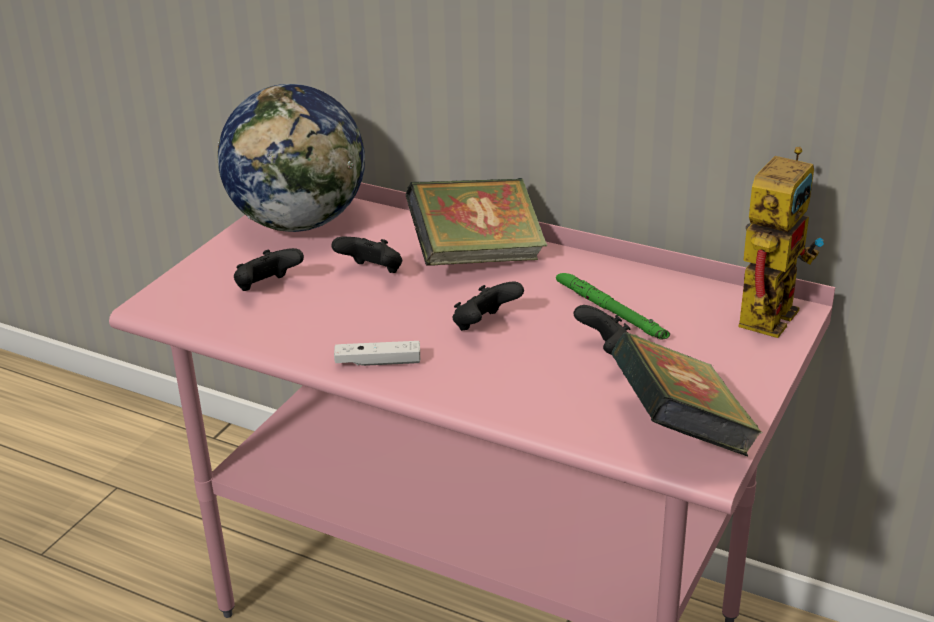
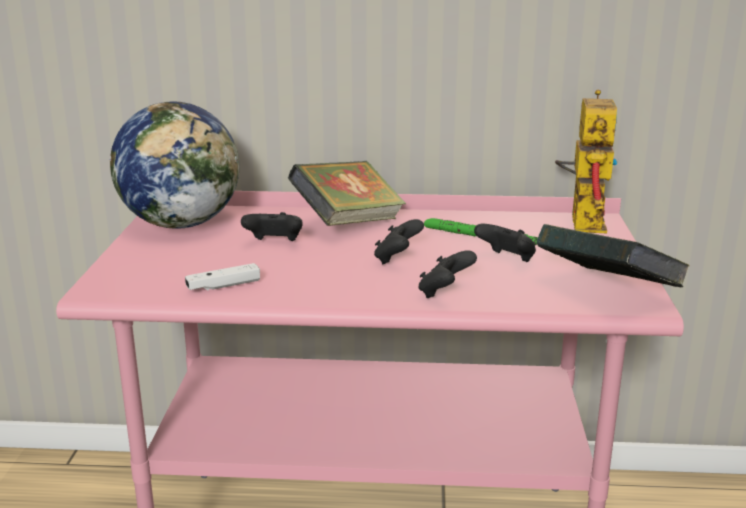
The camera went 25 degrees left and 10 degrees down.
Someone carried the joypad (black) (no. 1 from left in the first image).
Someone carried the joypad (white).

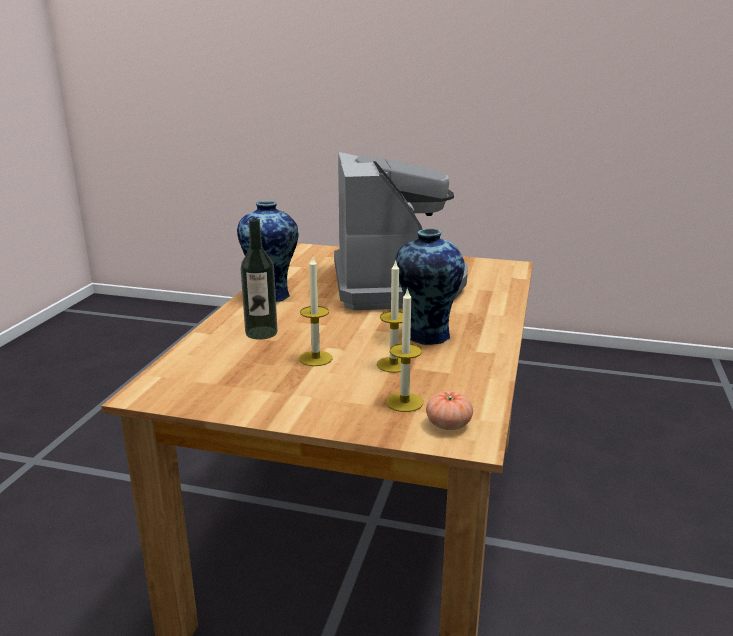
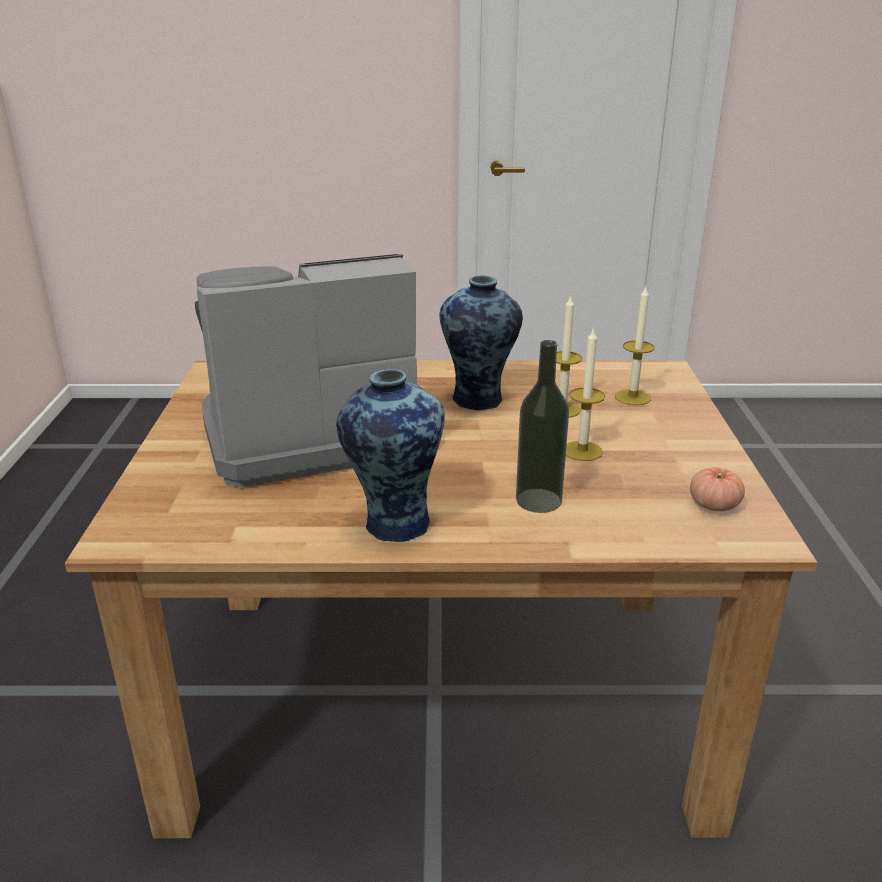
The camera went 105 degrees left and 5 degrees up.
Someone carried the whole tomato.

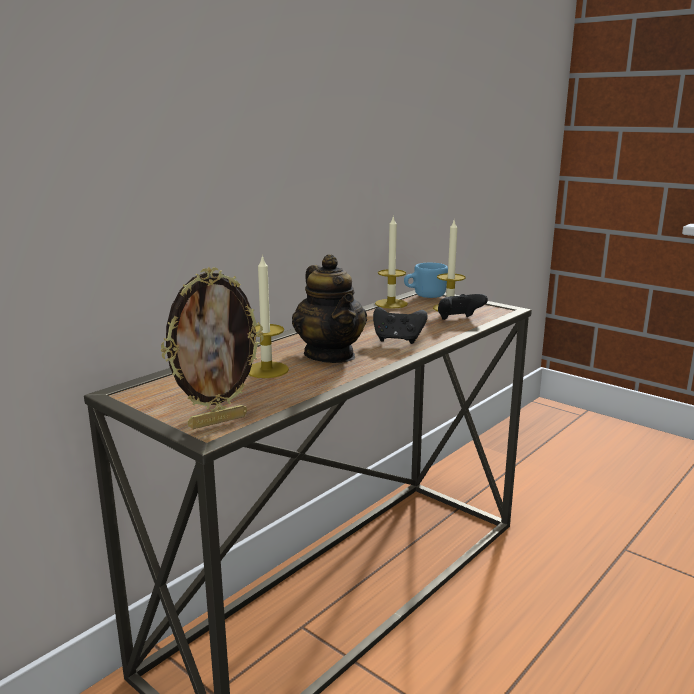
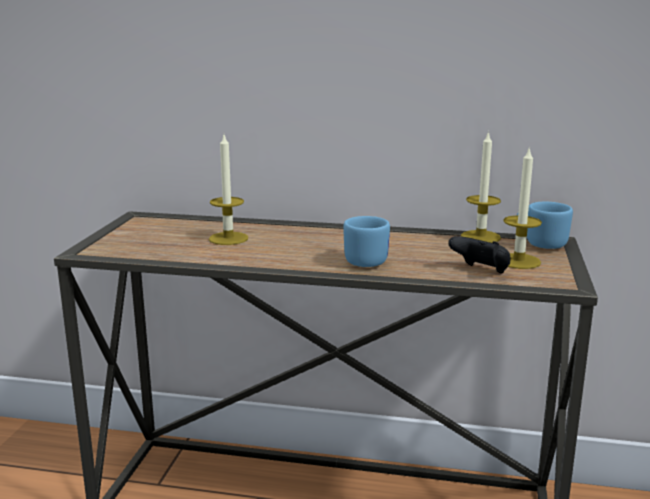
The camera went 60 degrees right and 0 degrees up.
Someone took away the photo frame.
Someone took away the tea pot.
Someone swapped the joypad (black) (no. 1 from left) for the mug (bluish) (no. 1 from left).

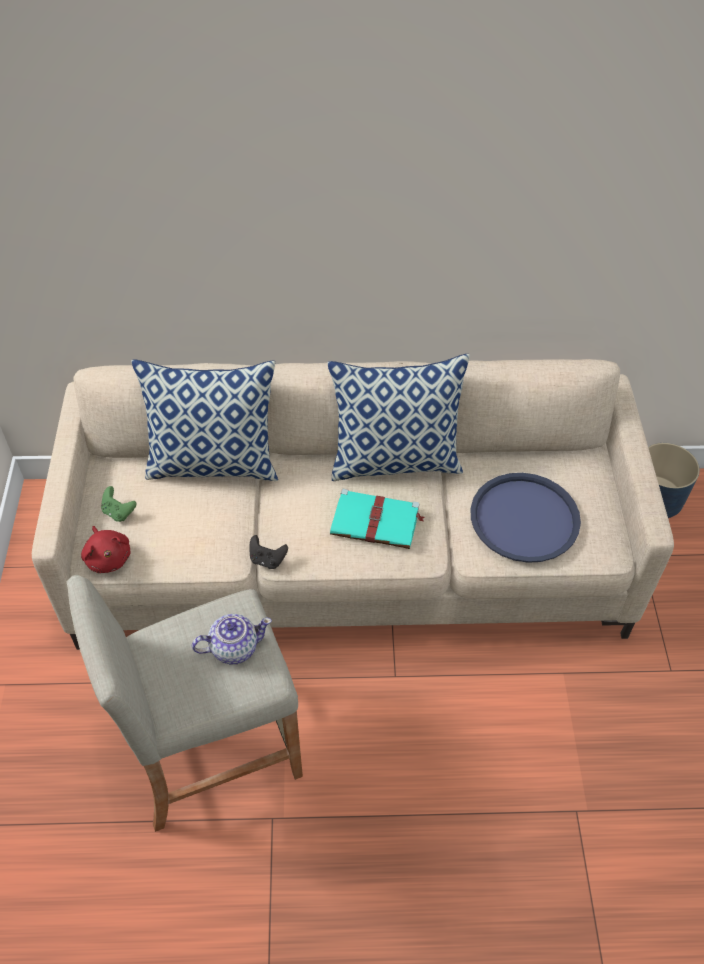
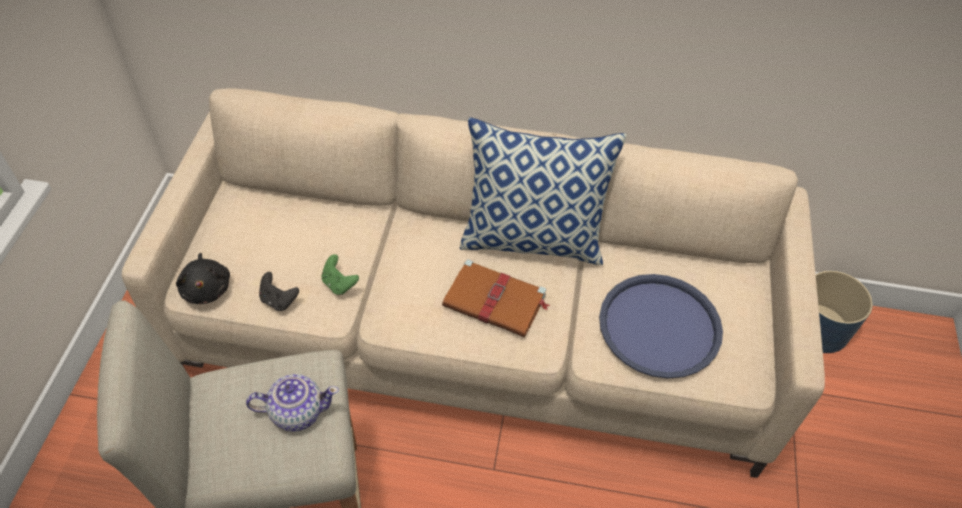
The camera went 10 degrees right and 0 degrees up.
Someone took away the cushion (no. 1 from left).
Someone carried the joypad (greenish).
Someone carried the joypad (black).
Someone repainted the plush toy (reddish), which became the plush toy (black).
Someone repainted the book (blue-green), which became the book (brown).

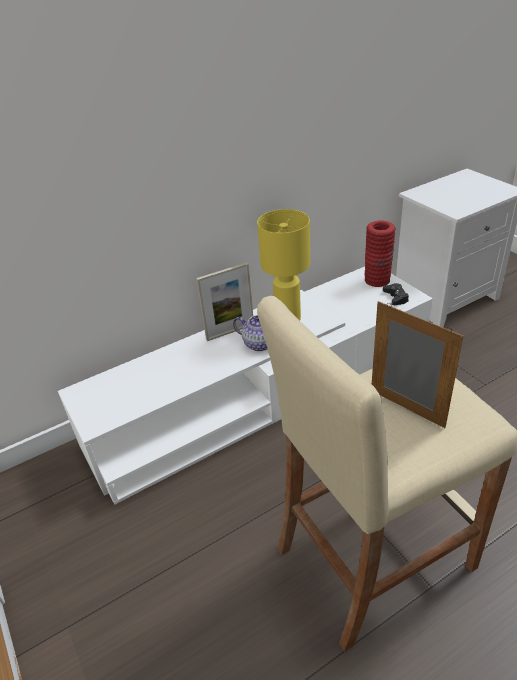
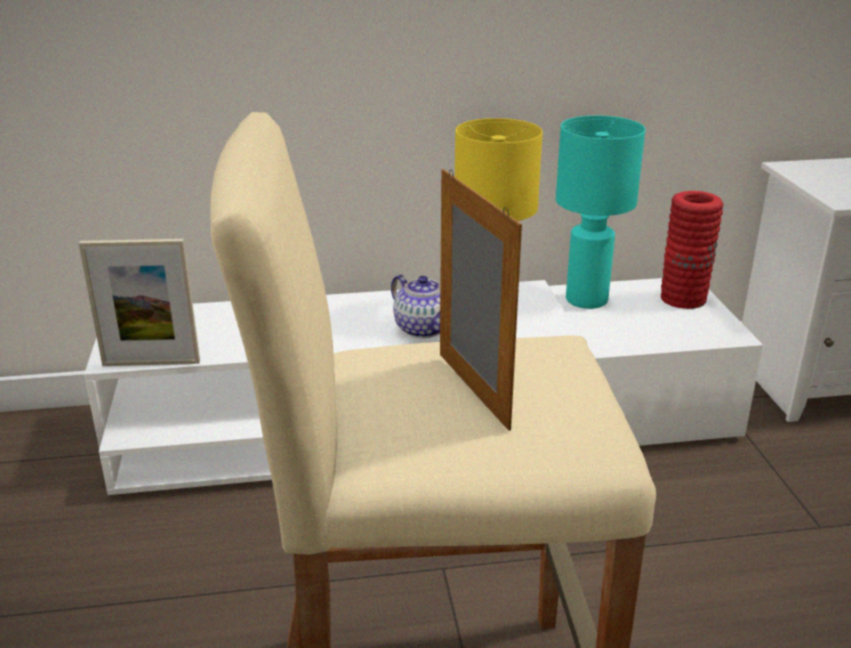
The camera went 20 degrees right and 10 degrees down.
Someone took away the joypad (black).
Someone put down the tabletop lamp (blue-green).
Someone carried the photo frame (no. 1 from left).

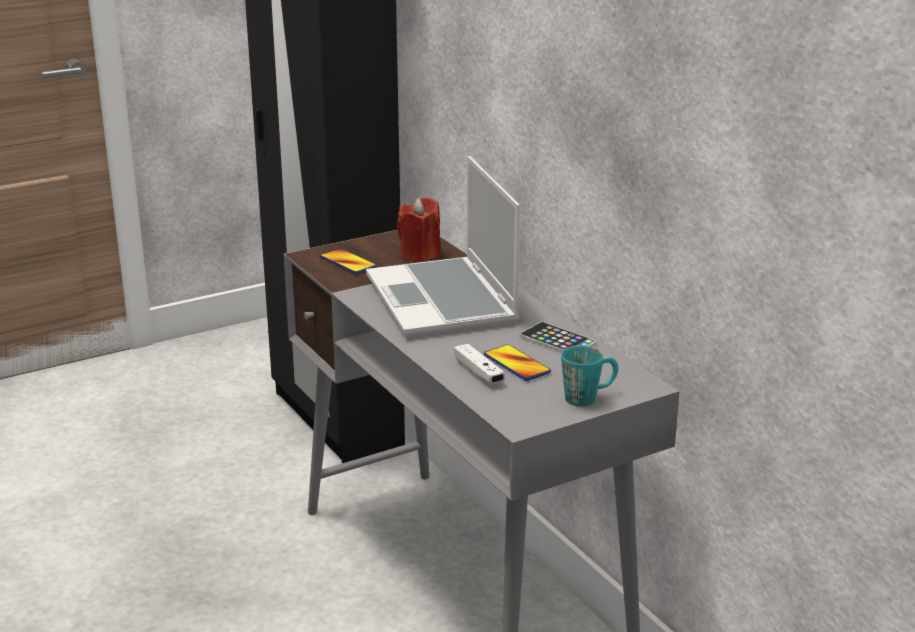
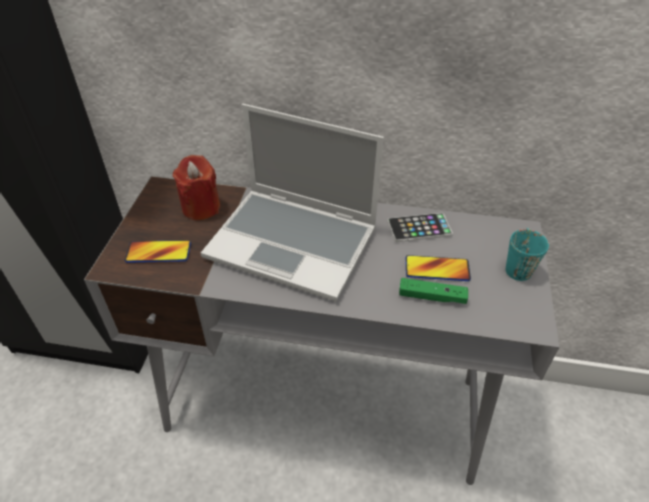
The camera went 50 degrees left and 20 degrees up.
Someone repainted the joypad (white), which became the joypad (greenish).

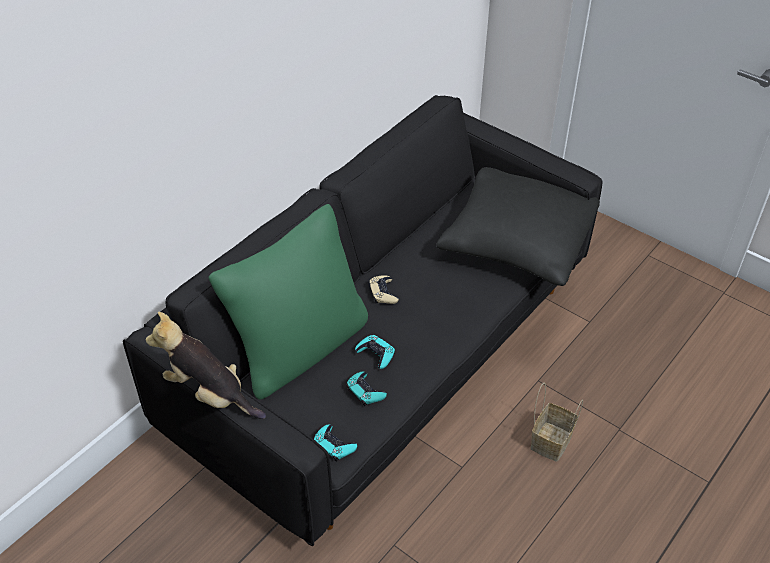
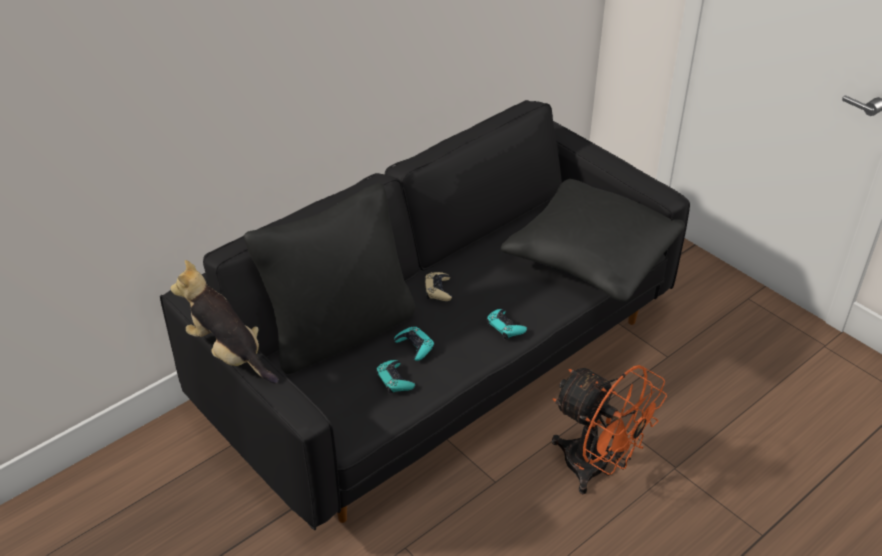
The camera went 10 degrees right and 5 degrees down.
Someone carried the joypad (blue-green) (no. 1 from left in the first image).
Someone swapped the basket for the cooling fan (orange).
Someone repainted the cushion (greenish), which became the cushion (black) (no. 1 from left).

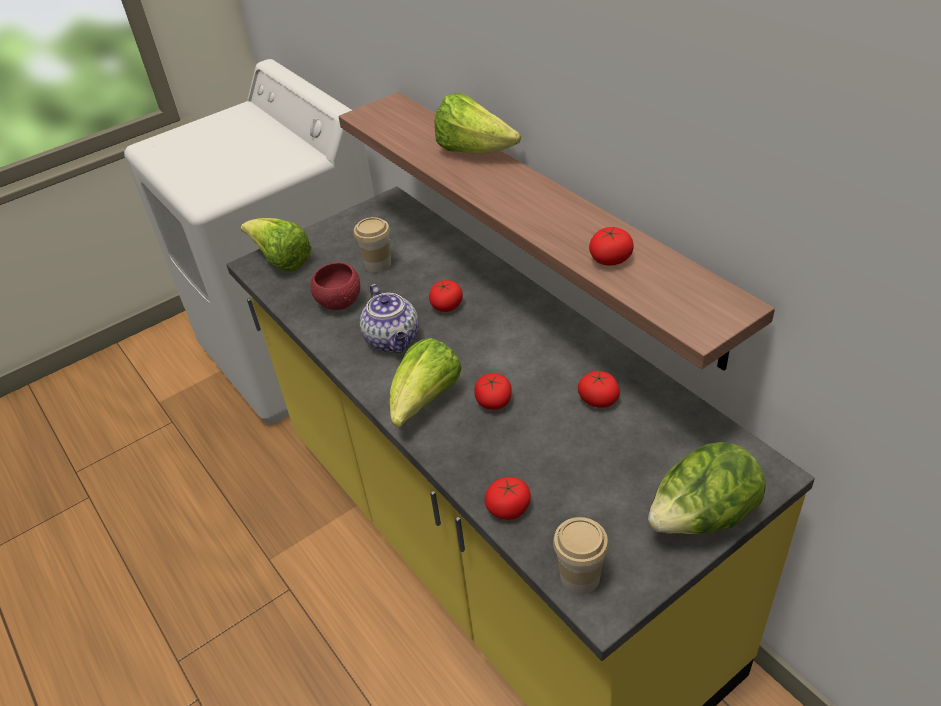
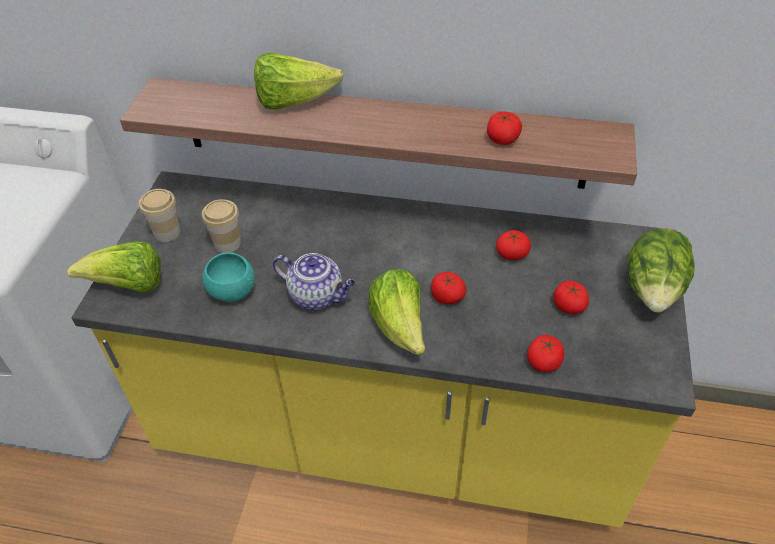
The camera went 45 degrees left and 5 degrees up.
Someone carried the whole tomato (no. 1 from left in the first image).
Someone carried the cup (no. 2 from left in the first image).
Someone repainted the serving bowl (reddish), which became the serving bowl (blue-green).

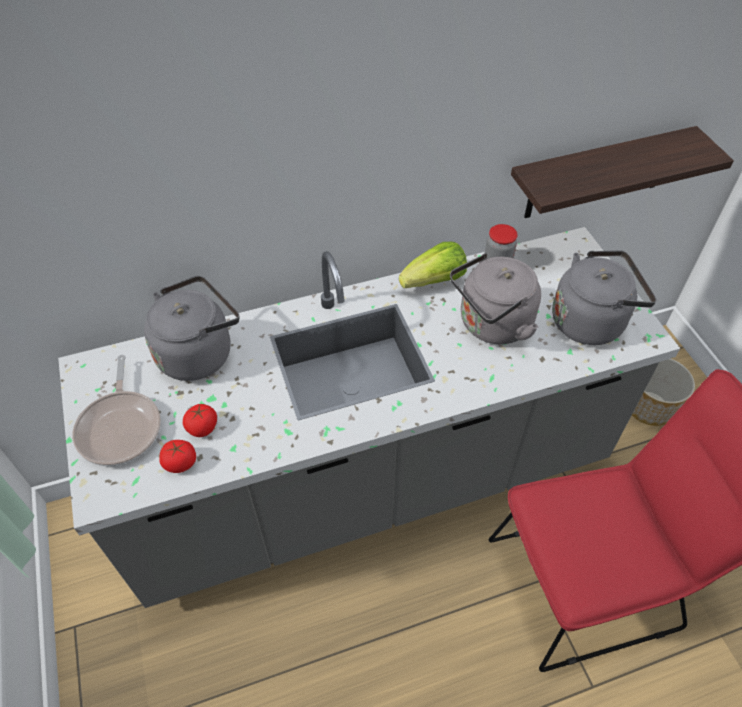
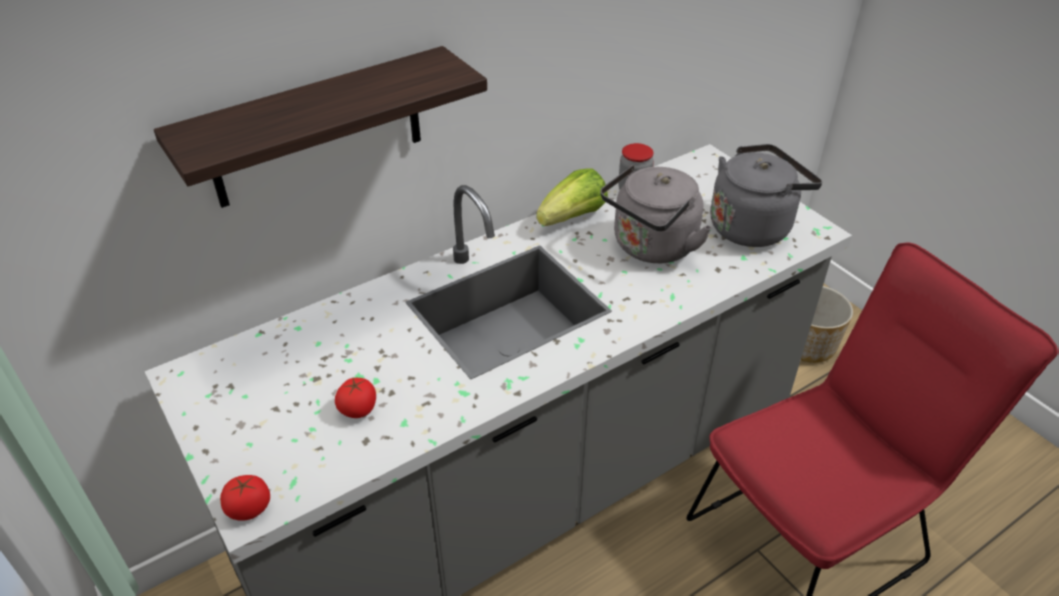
The camera went 15 degrees left and 10 degrees down.
Someone took away the skillet.
Someone took away the kettle (grey) (no. 1 from left).
Someone carried the whole tomato (no. 1 from left).
Someone carried the wall shelf.

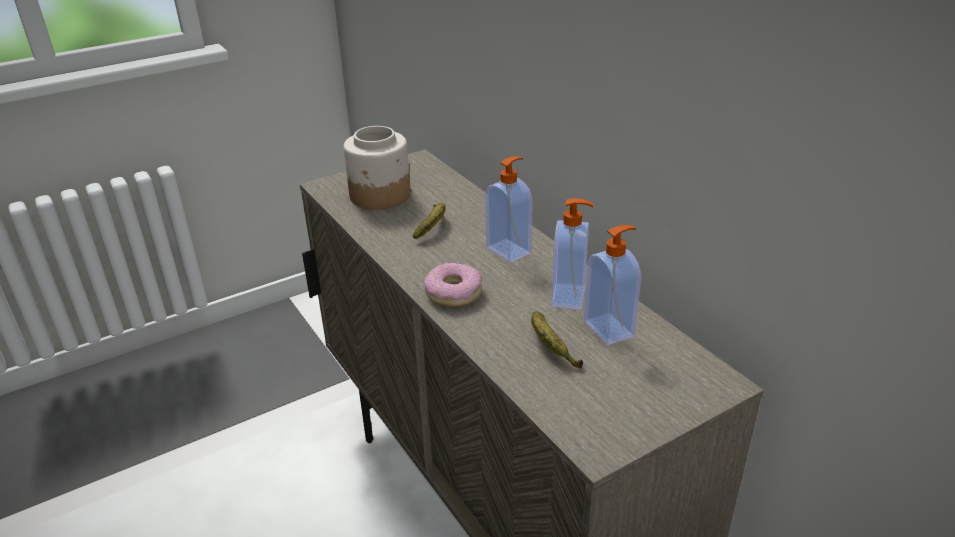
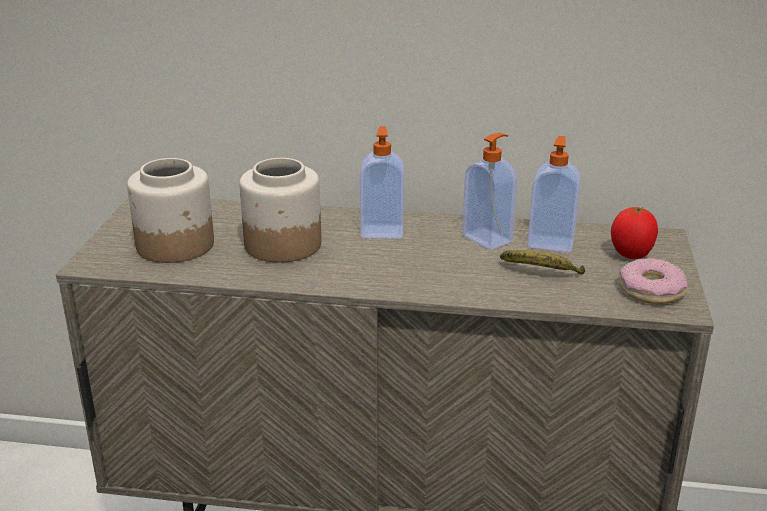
The camera went 50 degrees left and 5 degrees down.
Someone put down the whole tomato.
Someone carried the doughnut.
Someone swapped the banana fruit (no. 1 from left) for the jar (no. 2 from left).

